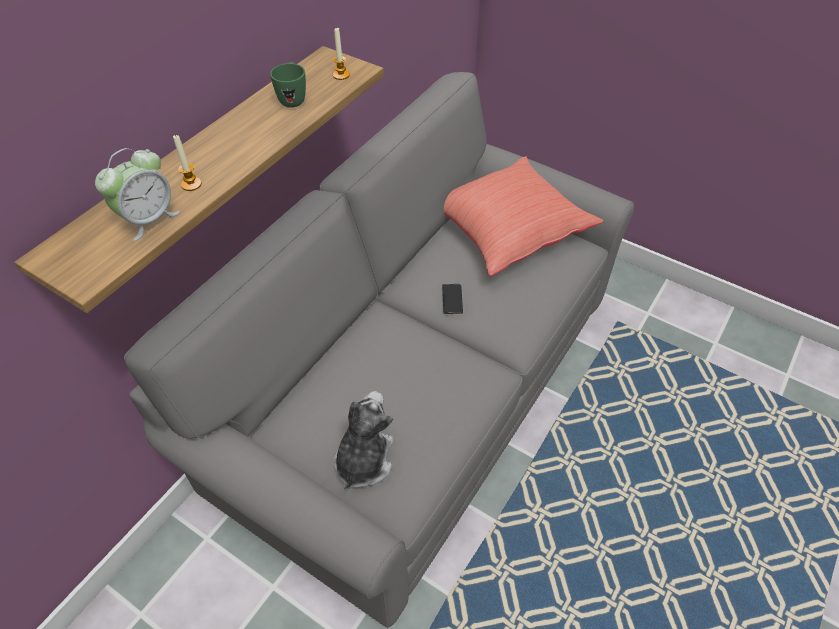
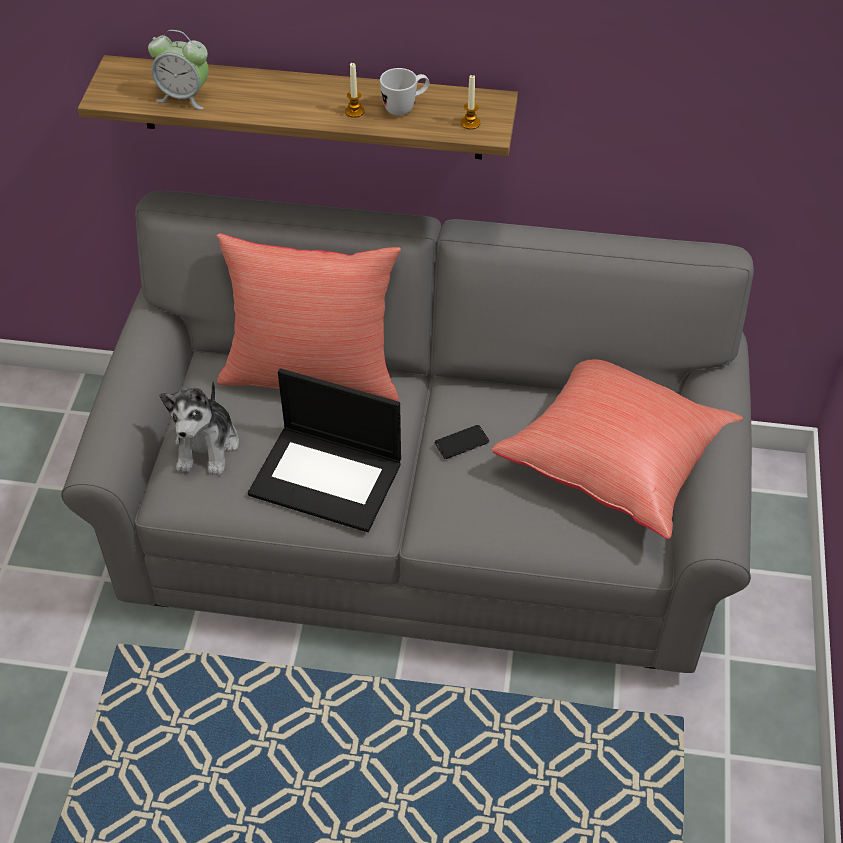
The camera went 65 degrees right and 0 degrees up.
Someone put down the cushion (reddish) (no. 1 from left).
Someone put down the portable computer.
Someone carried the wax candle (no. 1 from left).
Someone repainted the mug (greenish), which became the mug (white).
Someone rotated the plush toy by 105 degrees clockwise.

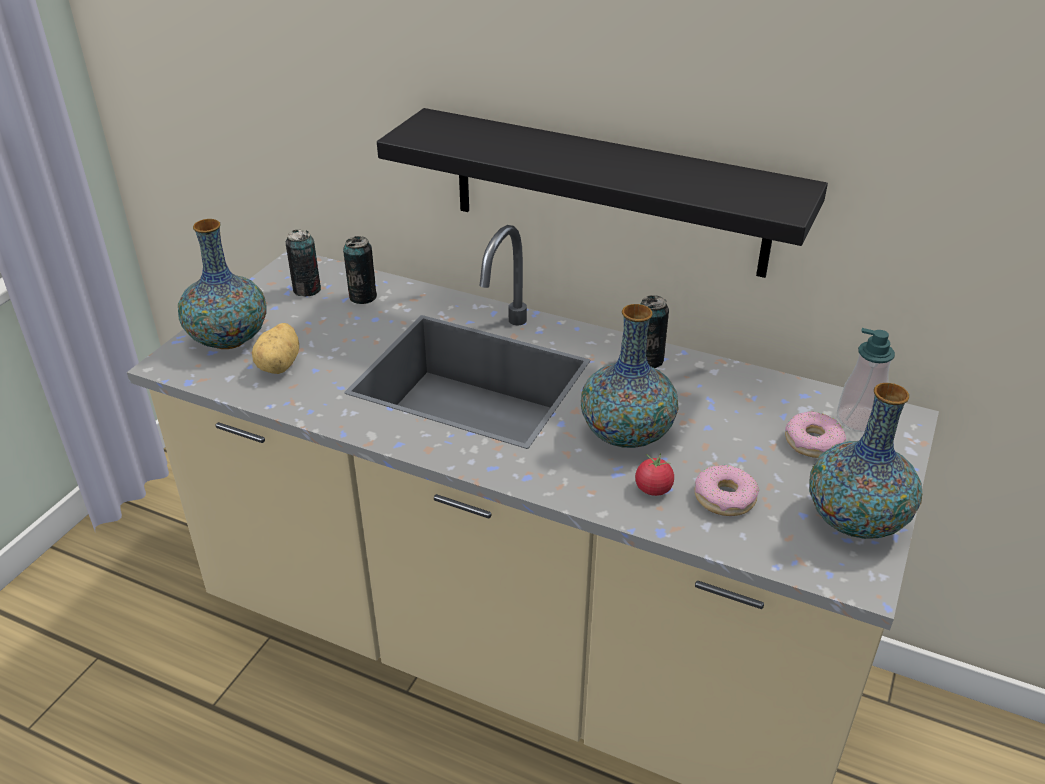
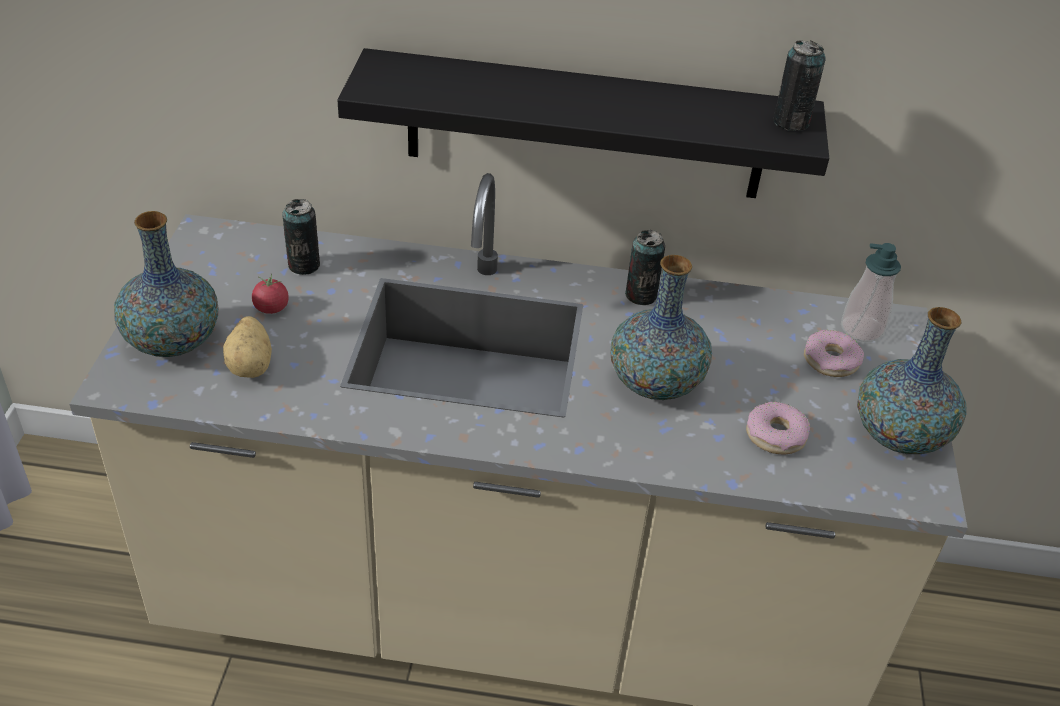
The camera went 20 degrees left and 5 degrees up.
Someone carried the metal can (no. 1 from left in the first image).
Someone carried the whole tomato.

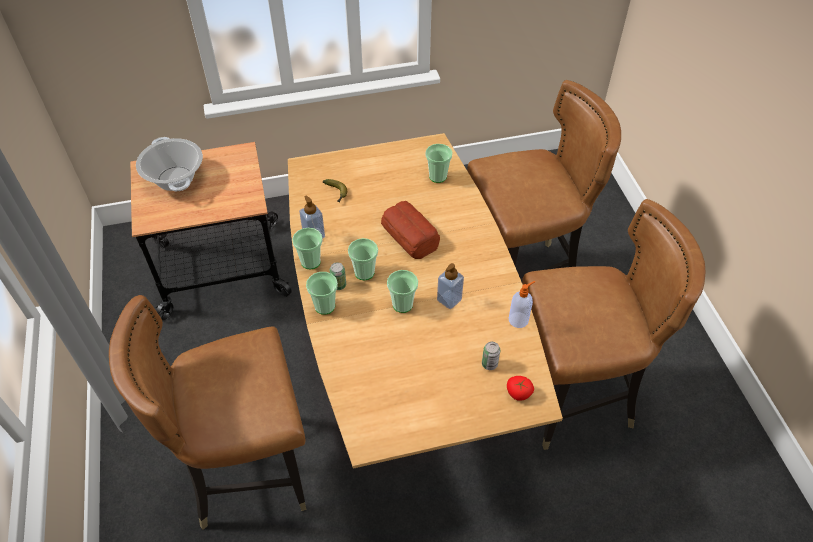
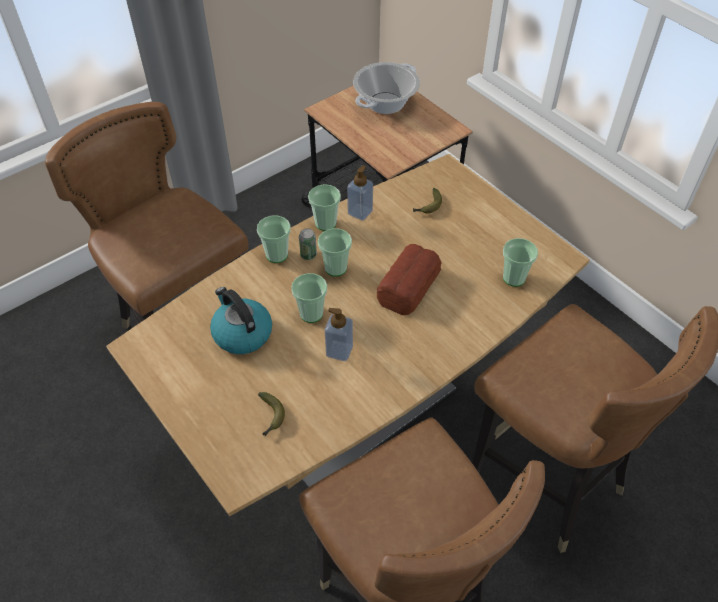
The camera went 65 degrees right and 0 degrees up.
Someone took away the whole tomato.
Someone took away the soap bottle (no. 3 from left).
Someone put down the kettle.
Someone swapped the metal can (no. 2 from left) for the banana fruit (no. 1 from left).

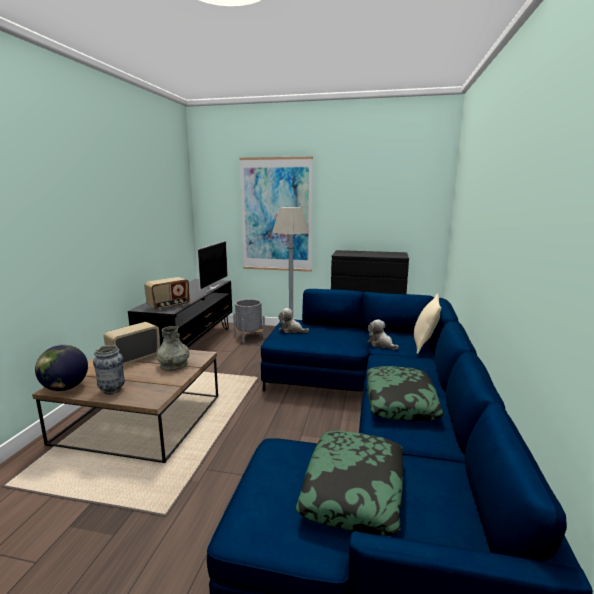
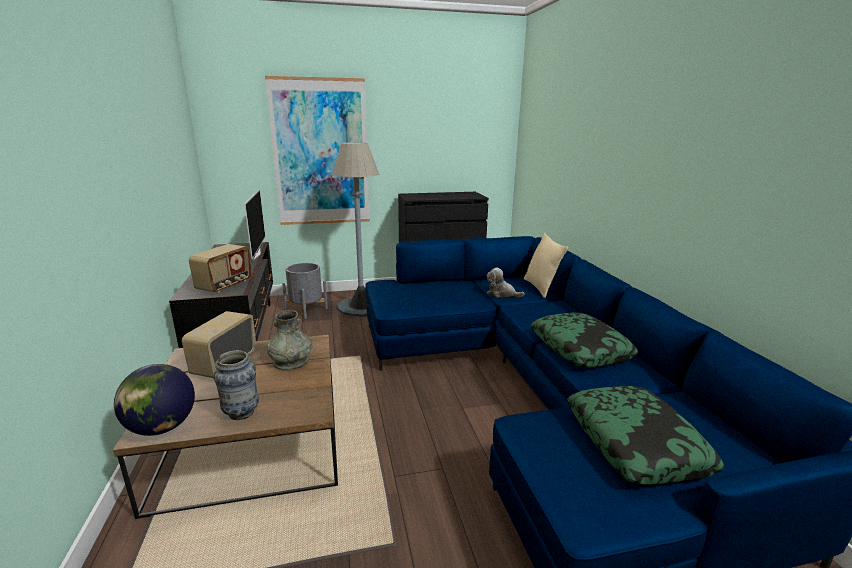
The camera went 25 degrees left and 5 degrees up.
Someone took away the plush toy (no. 1 from left).

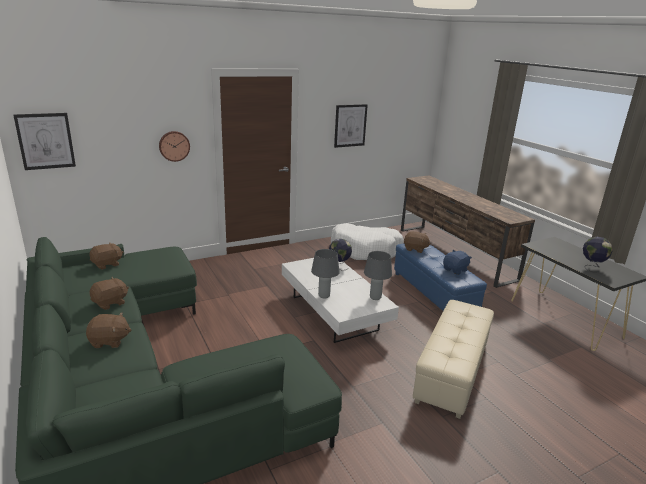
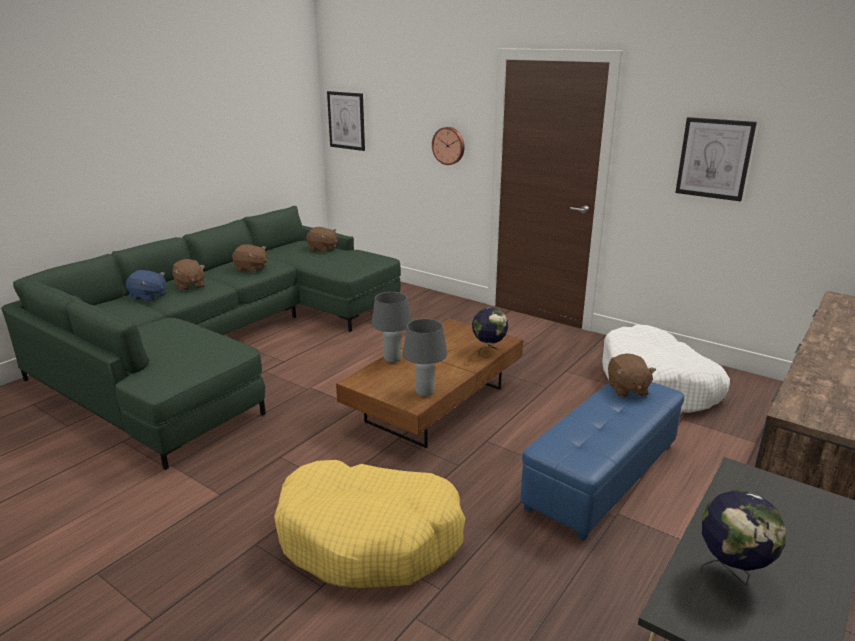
The camera went 65 degrees right and 0 degrees up.
Someone carried the plush toy (bluish).
Someone swapped the ottoman (beige-coloured) for the dog cushion (yellowish).
Someone repainted the low table (white), which became the low table (brown).

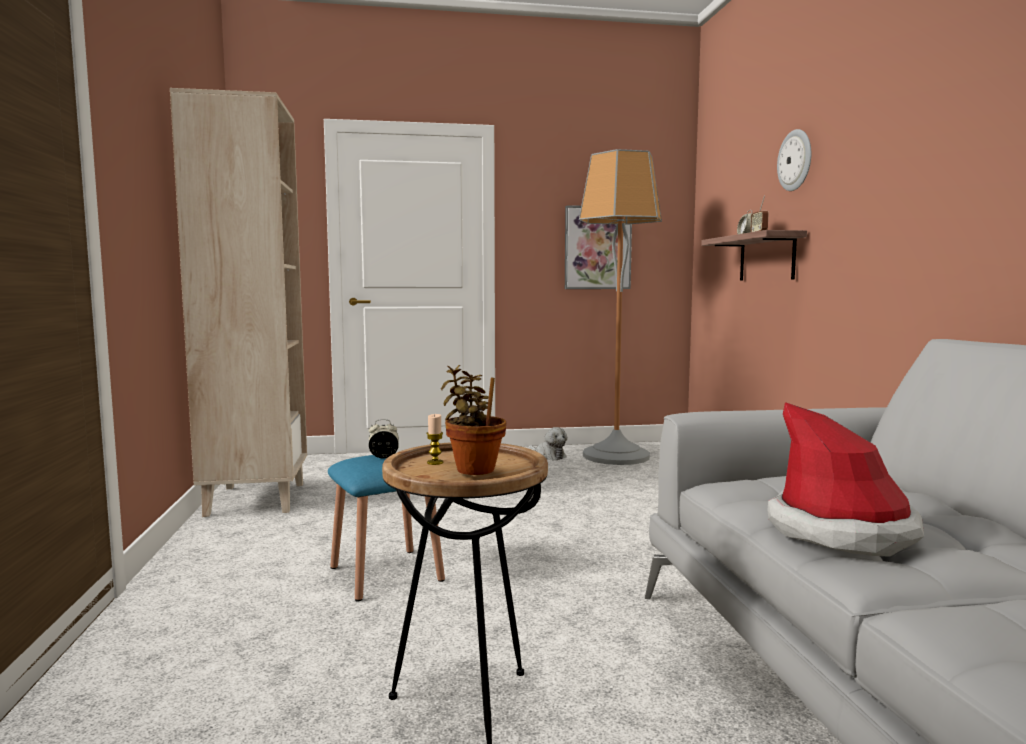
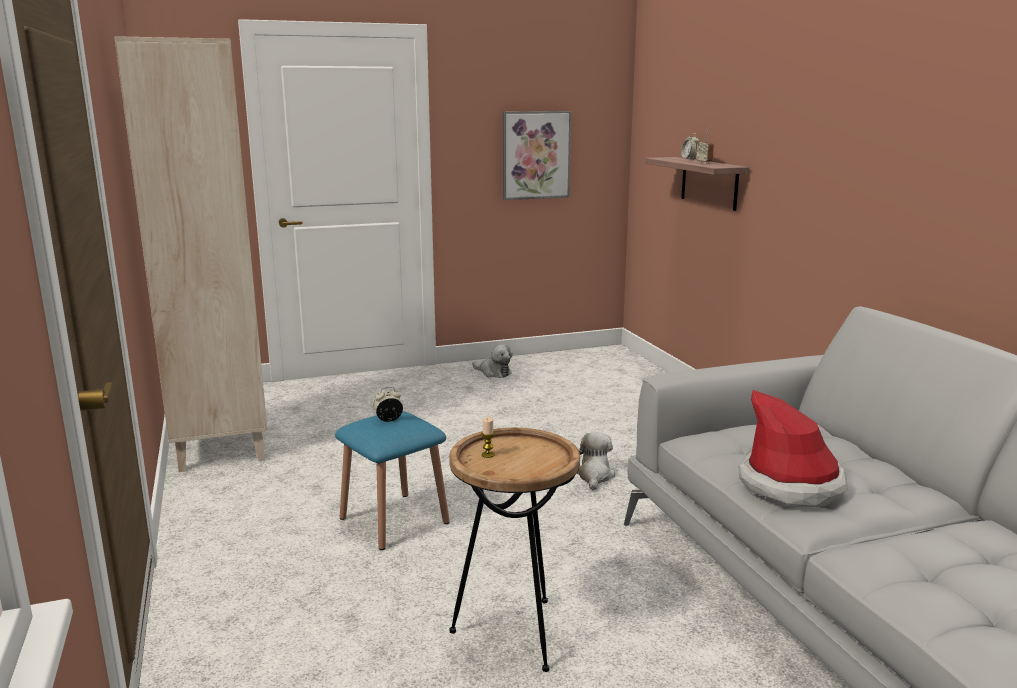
The camera went 10 degrees left and 10 degrees up.
Someone took away the plant in a pot.
Someone took away the floor lamp.
Someone took away the hanging clock.
Someone put down the plush toy (no. 2 from left).

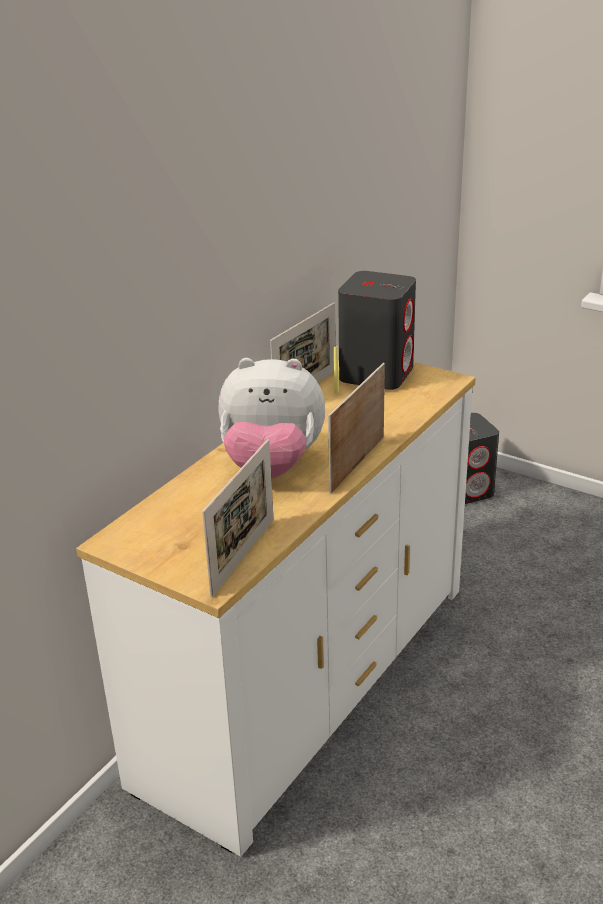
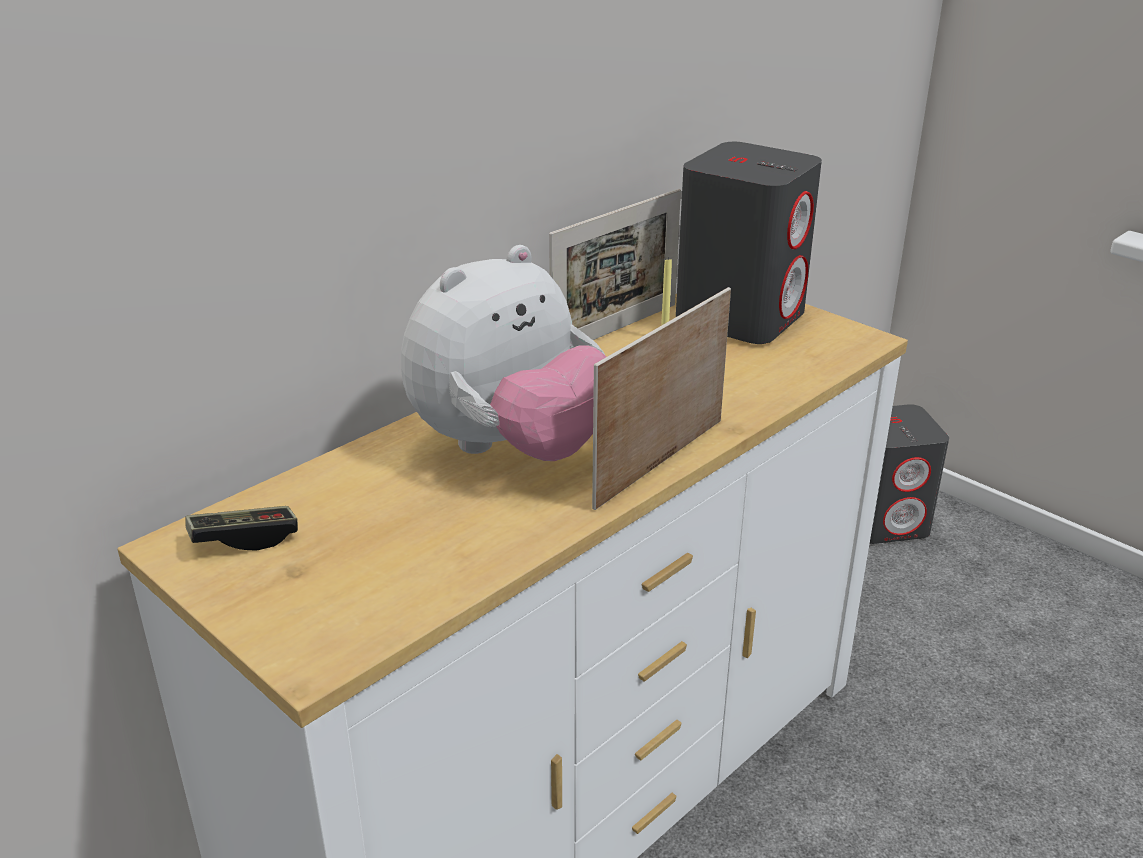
The camera went 10 degrees right and 0 degrees up.
Someone took away the photo frame (no. 1 from left).
Someone put down the joypad.
Someone rotated the plush toy by 60 degrees counterclockwise.

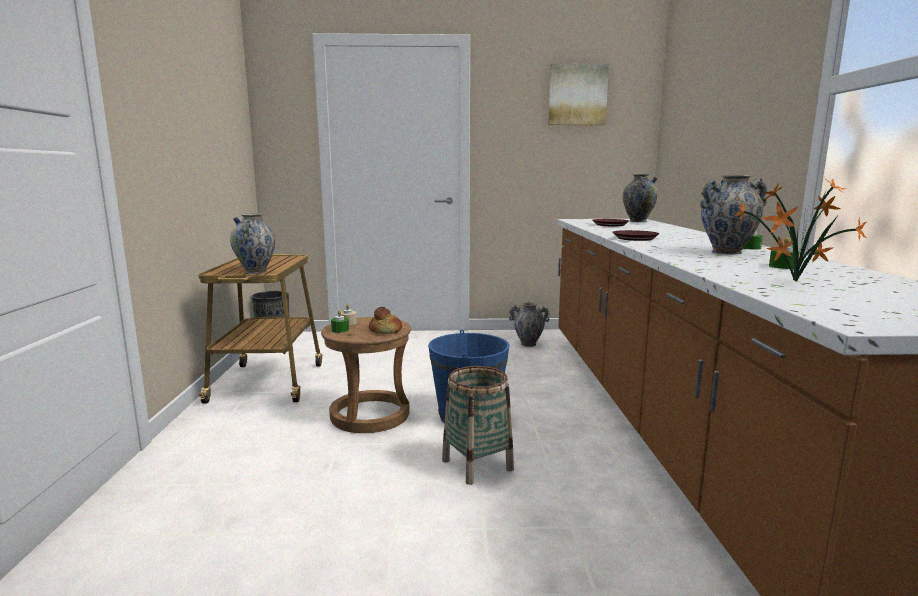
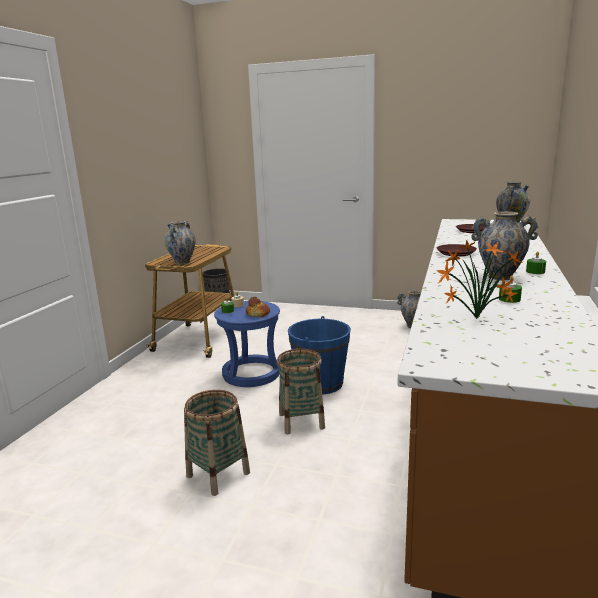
The camera went 20 degrees right and 5 degrees up.
Someone took away the wall art.
Someone put down the basket (no. 1 from left).
Someone repainted the stool (brown), which became the stool (bluish).

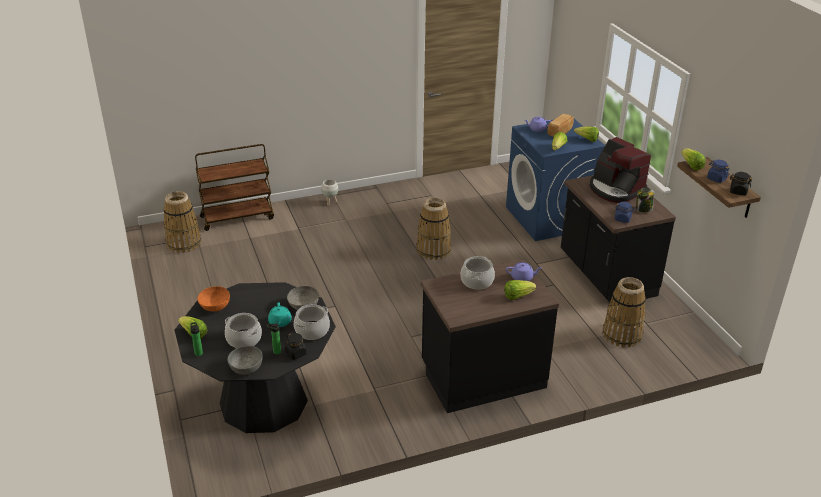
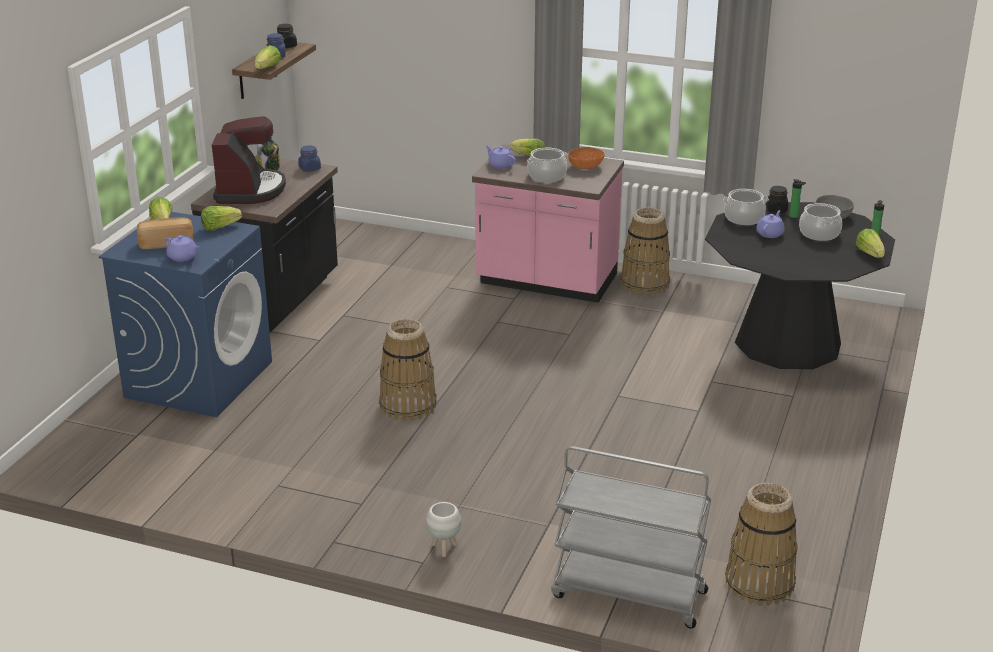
The camera went 140 degrees left and 5 degrees down.
Someone took away the serving bowl (grey) (no. 2 from left).
Someone carried the serving bowl (orange).
Someone carried the basket (no. 3 from left in the first image).
Someone repainted the cart (brown), which became the cart (grey).
Someone repainted the tea pot (blue-green), which became the tea pot (purplish) (no. 3 from left).
Someone repainted the kitchen base unit (black) (no. 1 from left), which became the kitchen base unit (pink-coloured).

